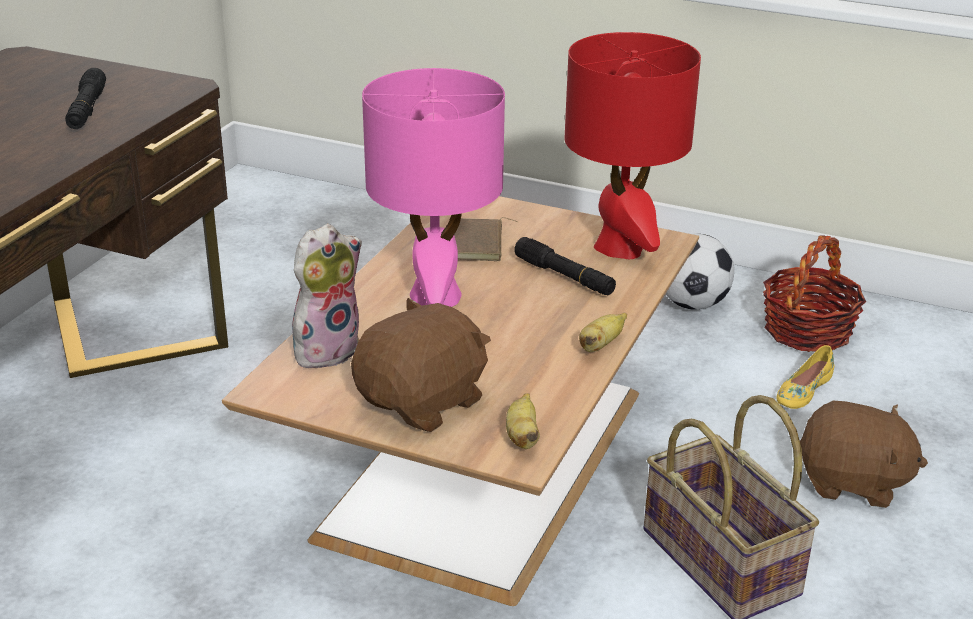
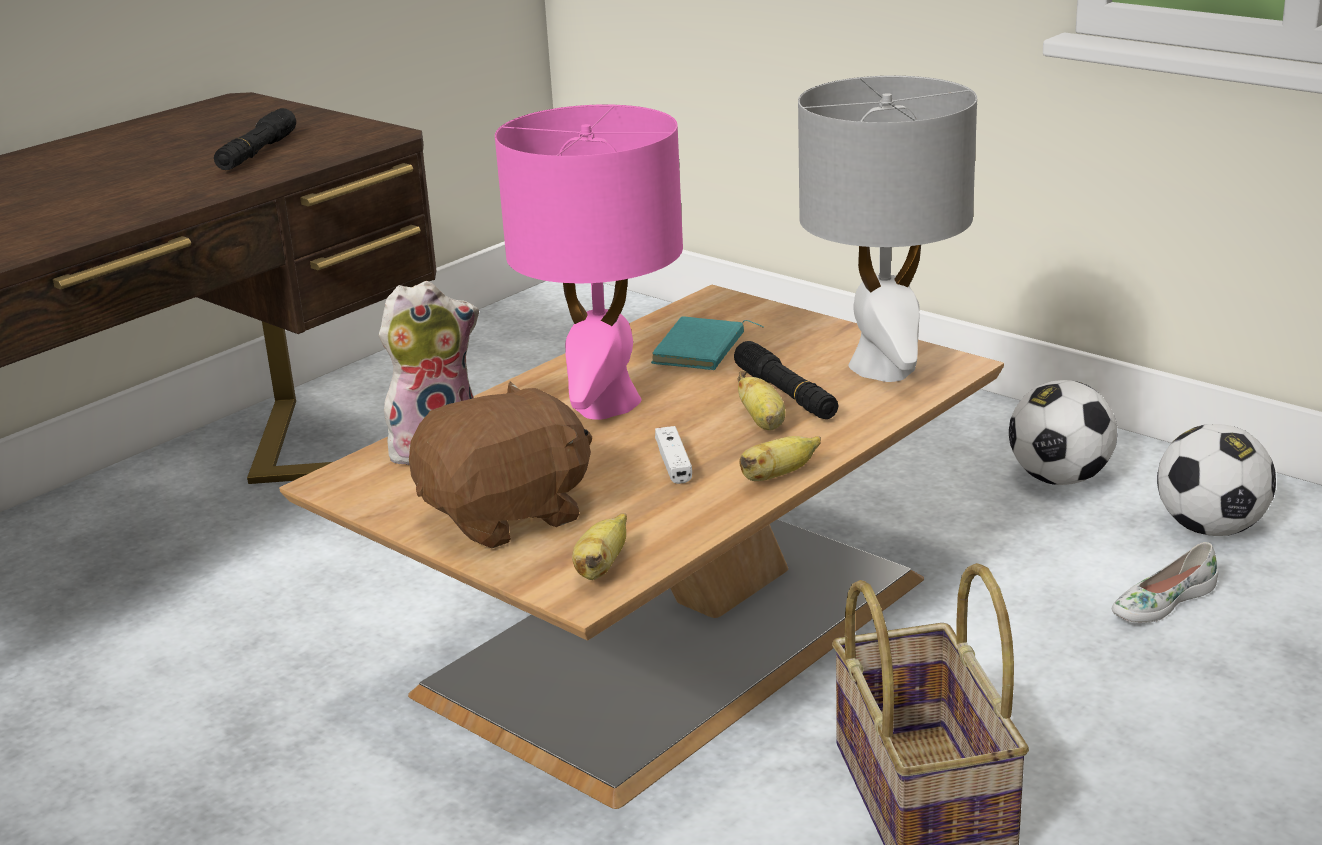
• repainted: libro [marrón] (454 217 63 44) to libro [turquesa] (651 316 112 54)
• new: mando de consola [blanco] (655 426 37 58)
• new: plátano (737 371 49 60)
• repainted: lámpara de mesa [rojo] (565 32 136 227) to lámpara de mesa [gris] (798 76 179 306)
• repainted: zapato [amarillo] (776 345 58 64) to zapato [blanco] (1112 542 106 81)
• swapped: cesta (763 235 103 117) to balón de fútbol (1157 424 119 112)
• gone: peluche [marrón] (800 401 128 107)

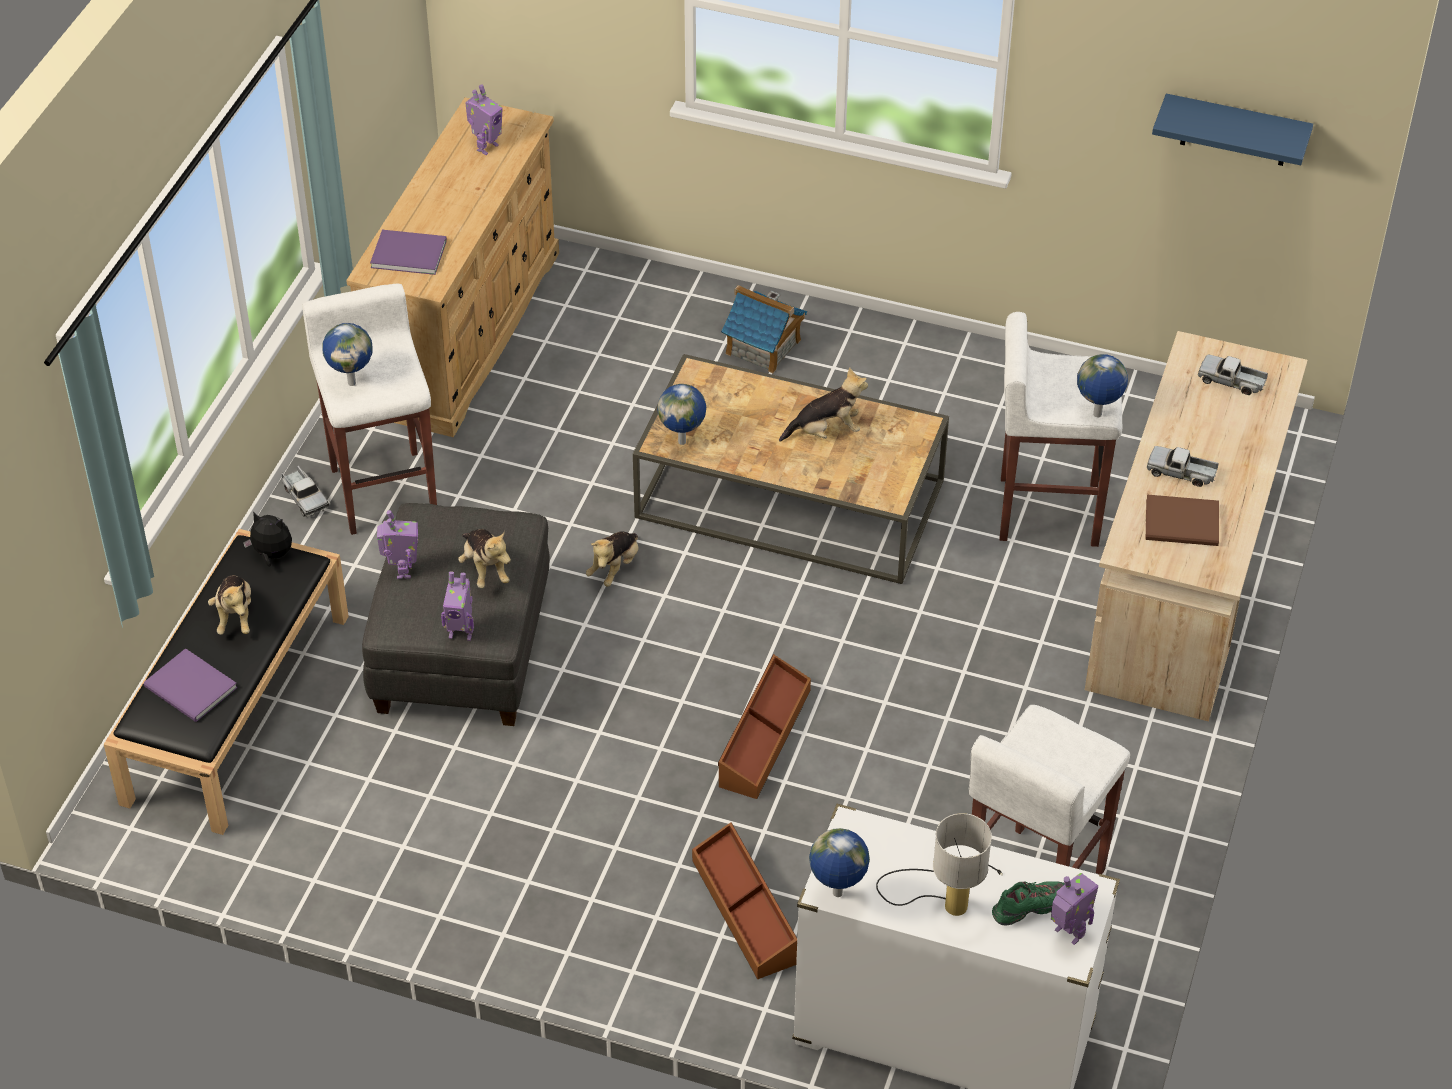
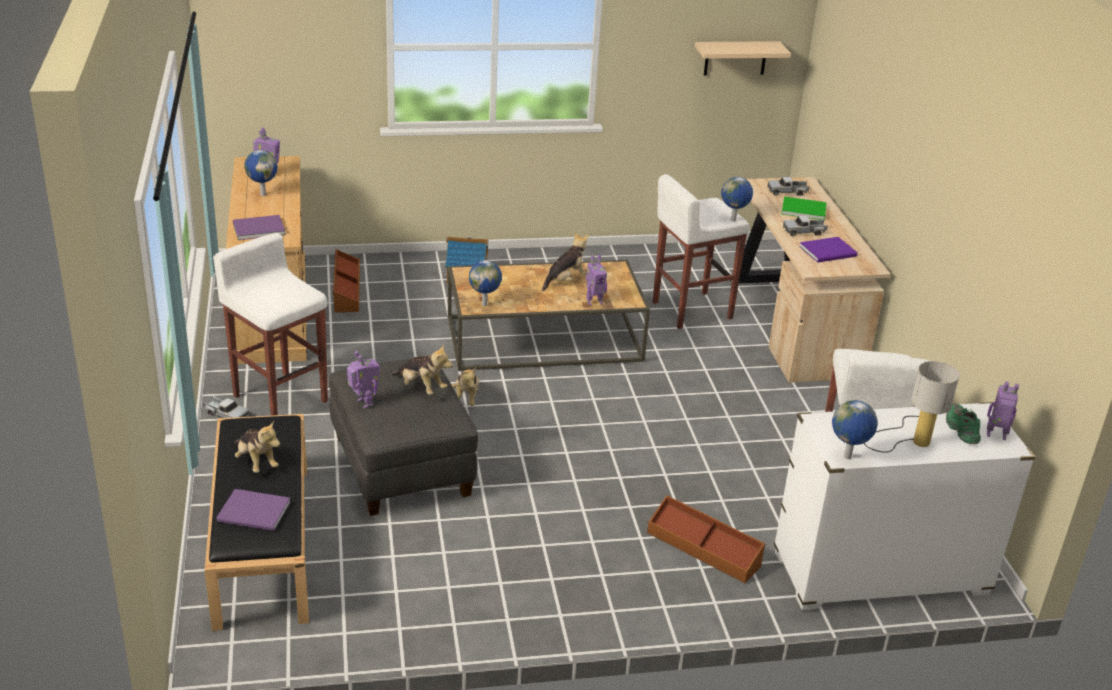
• shifted: globo terráqueo (322 323 51 63) to (244 150 34 46)
• shifted: caja de almacenaje [marrón] (718 654 93 145) to (333 249 27 63)
• shifted: robot de juguete (441 571 33 70) to (586 254 21 51)
• repainted: estante [azul] (1152 94 161 72) to estante [beis] (695 41 96 35)
• new: libro [verde] (781 197 46 23)
• repainted: libro [marrón] (1146 495 73 51) to libro [morado] (799 237 59 26)
• rotated: zapato [verde] (992 881 73 44) = (946 404 35 40) 45 degrees counterclockwise
• gone: peluche (243 511 49 56)

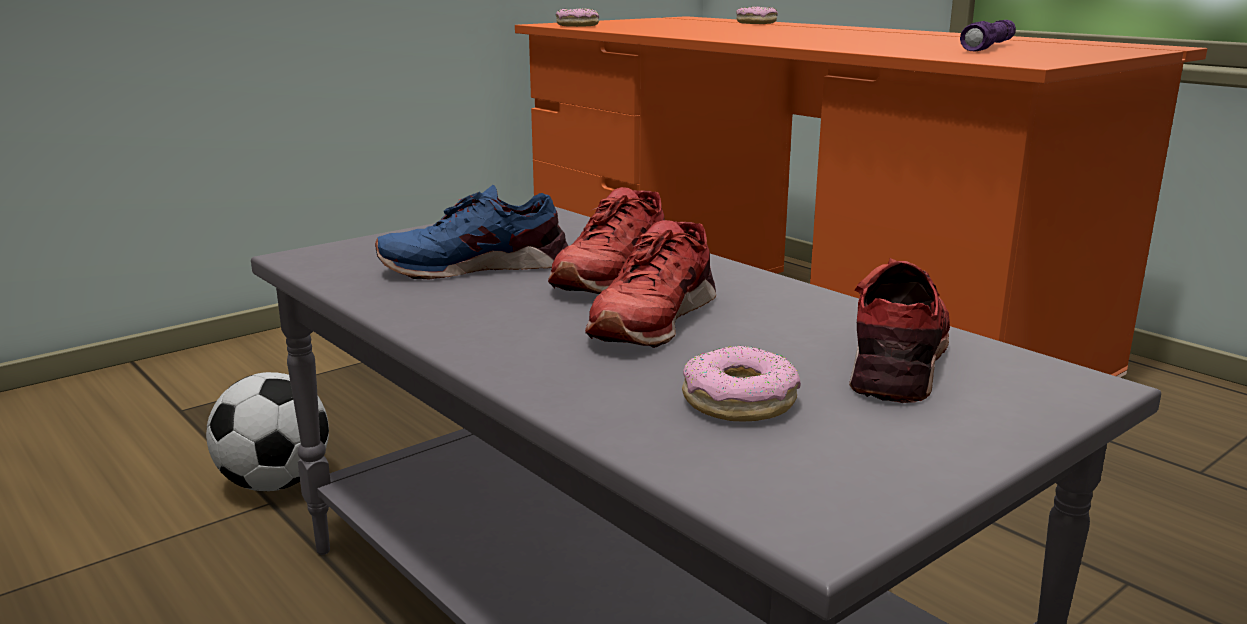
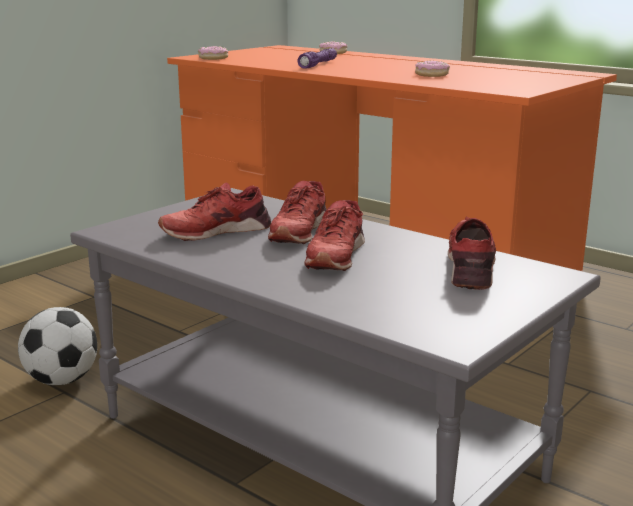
• repainted: zapato [azul] (375 185 193 94) to zapato [rojo] (158 183 113 58)
• shifted: linterna [morado] (960 20 56 32) to (297 48 40 21)
• shifted: rosquilla (682 346 119 75) to (415 61 35 16)

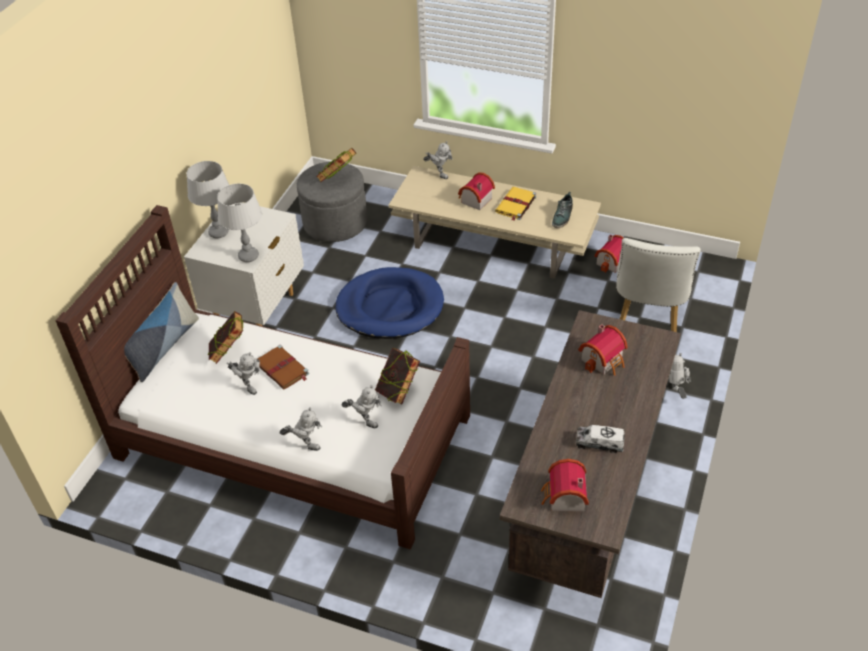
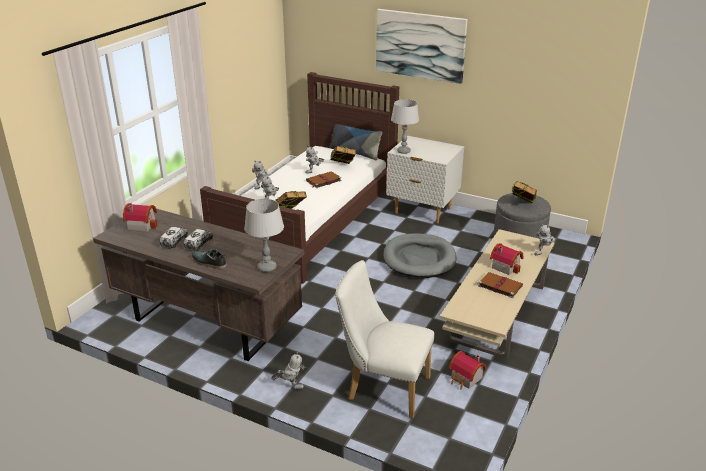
• new: camión de juguete (184 229 29 22)
• shifted: zapato (552 192 21 36) to (192 249 35 20)
• shifted: lámpara de mesa [gris] (187 161 42 77) to (244 199 40 73)
• new: cuadro (376 9 92 75)
• repainted: cama para perro [azul] (335 267 109 72) to cama para perro [gris] (383 233 73 45)
• repainted: libro [amarillo] (495 187 41 34) to libro [marrón] (478 272 45 26)
• gone: casita (578 324 50 52)

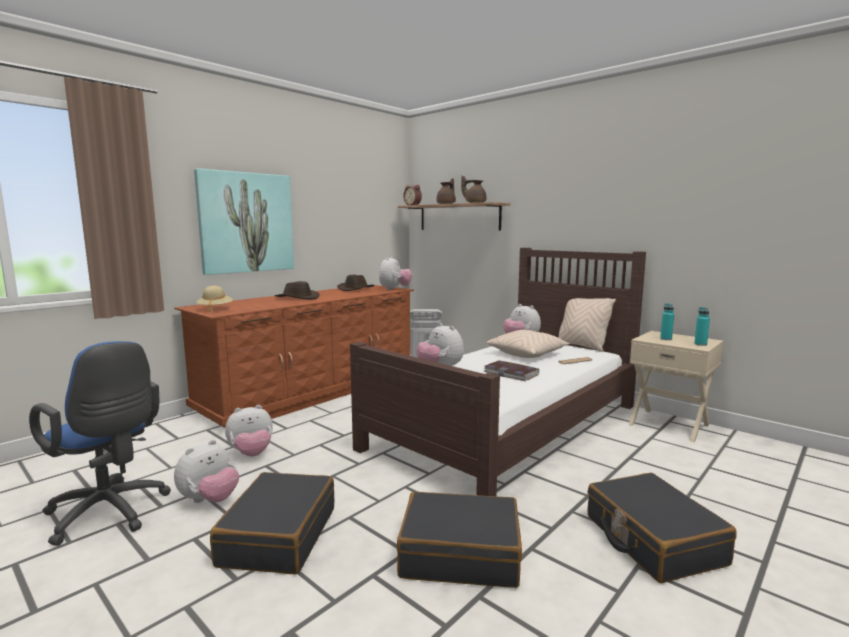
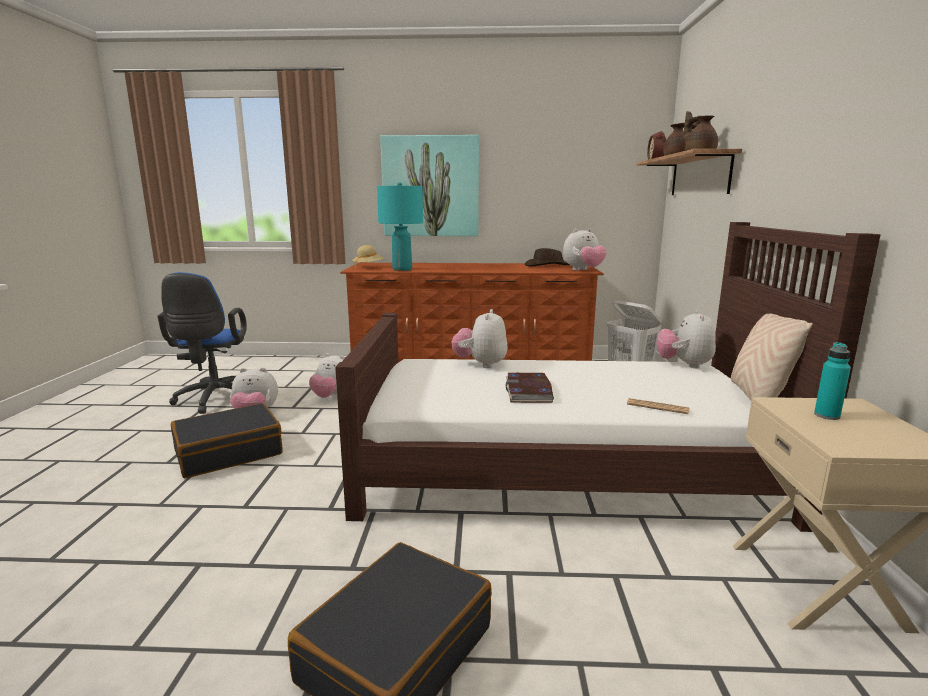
• new: lámpara de mesa [turquesa] (377 182 46 89)
• gone: sombrero [marrón] (274 281 45 18)
• gone: maleta [negro] (397 492 125 96)
• gone: cojín [beis] (486 330 84 28)
• gone: botella [turquesa] (694 307 16 39)

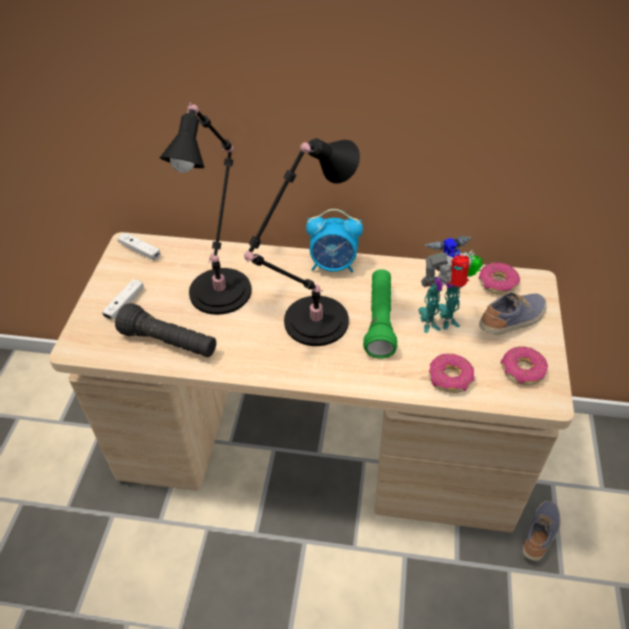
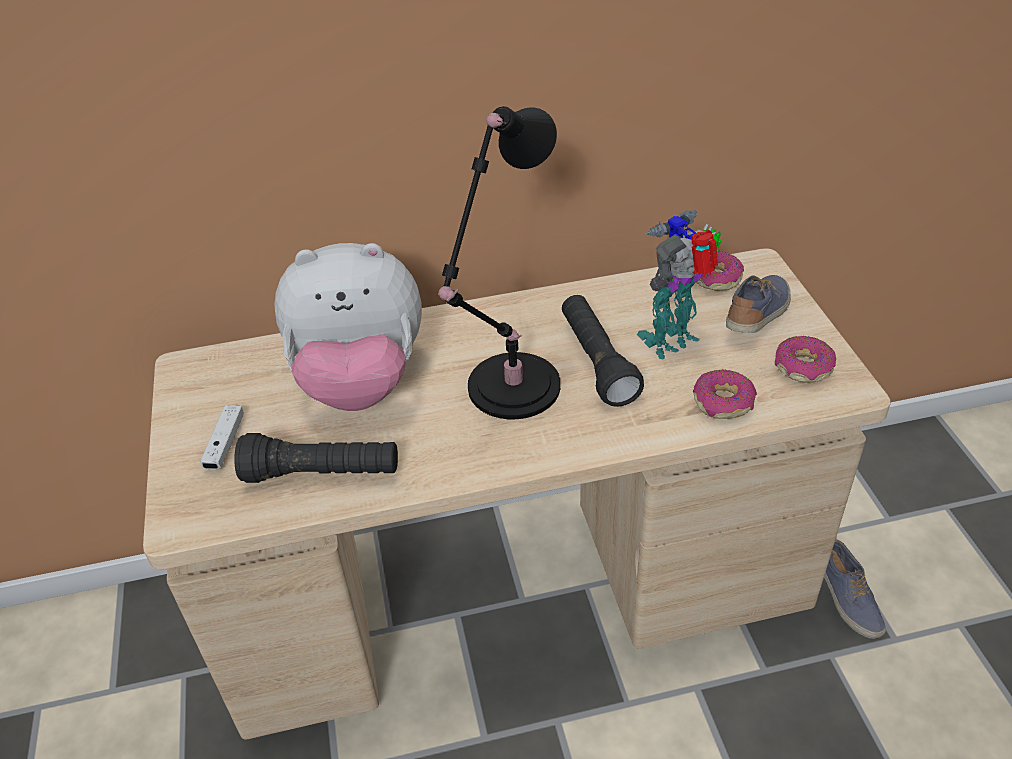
• swapped: lámpara de mesa [negro] (160 102 91 213) to peluche (274 243 148 168)
• repainted: linterna [verde] (363 269 34 90) to linterna [negro] (562 295 82 112)
• rotated: zapato (523 501 38 60) = (824 540 62 99) 150 degrees clockwise
• gone: mando de consola [blanco] (117 233 43 28)
• gone: despertador (306 209 57 63)

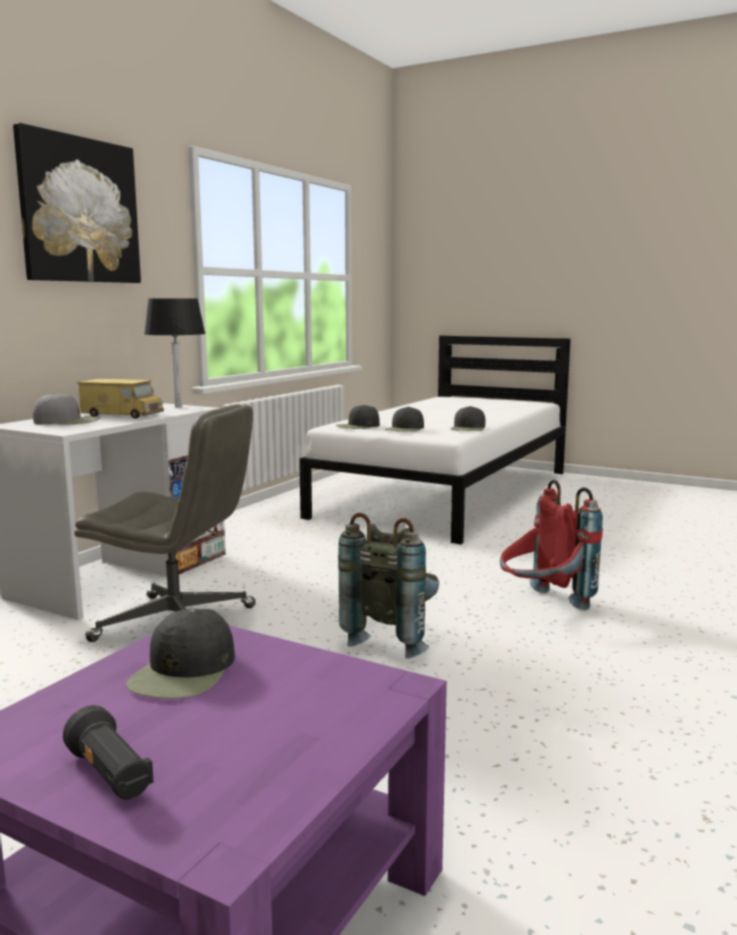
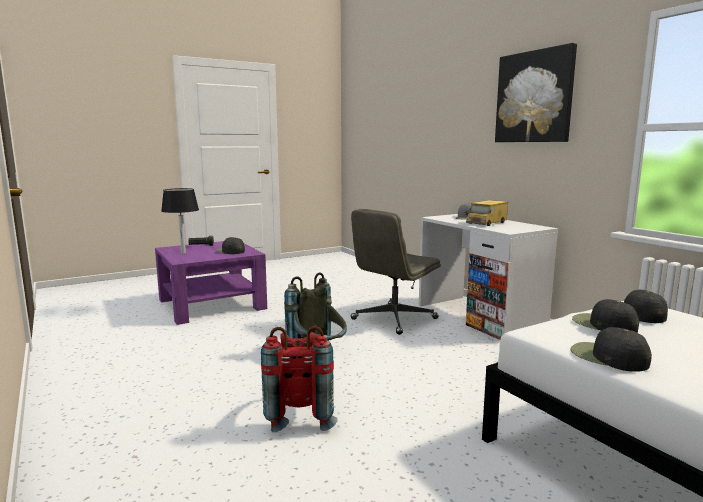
• shifted: lámpara de mesa [negro] (144 298 61 110) to (161 188 38 66)

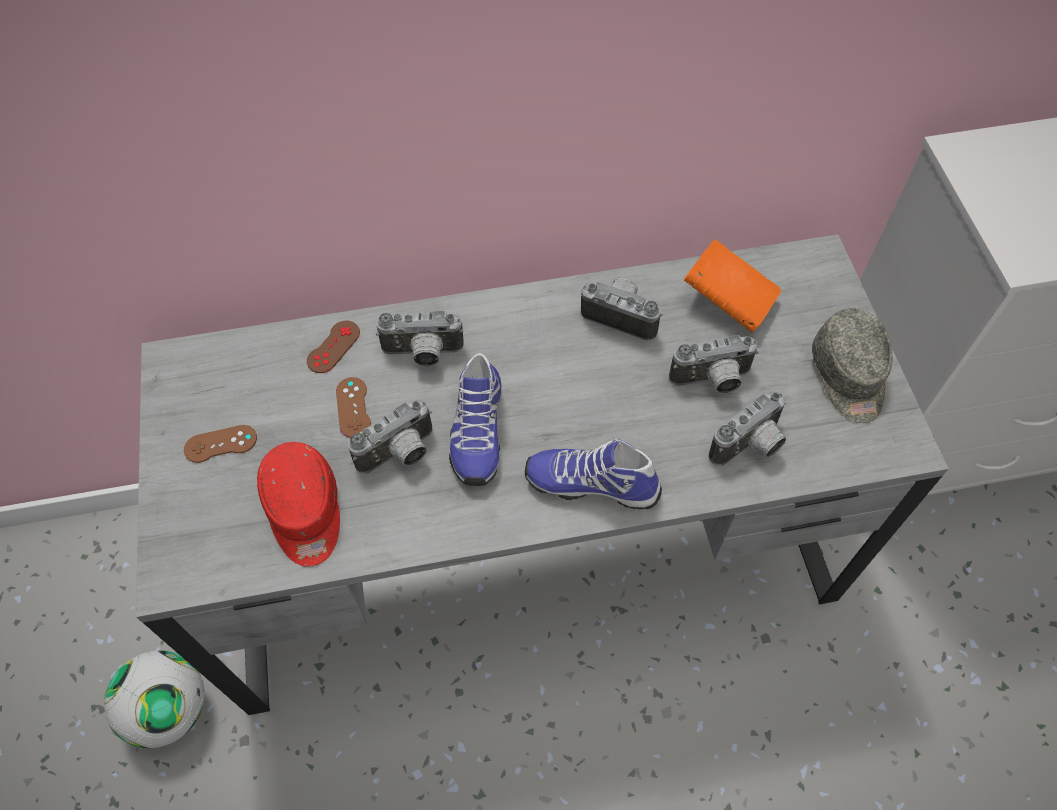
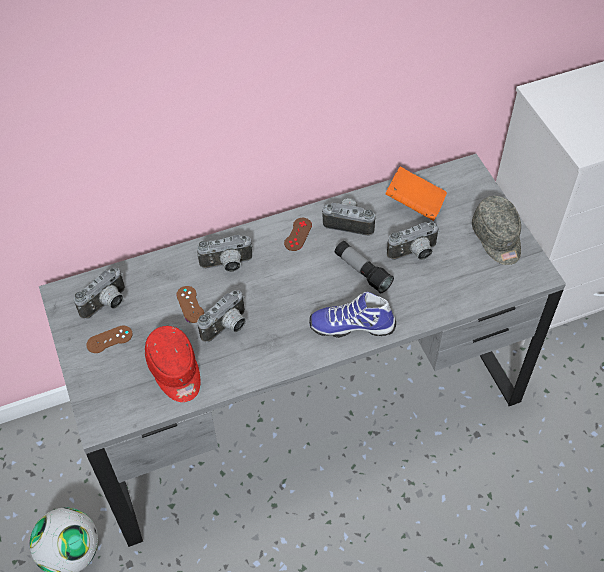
• shifted: cámara (709 391 77 75) to (74 268 51 51)
• shifted: mando de consola [marrón] (307 321 53 52) to (284 218 28 33)
• new: linterna (335 241 59 53)
• gone: zapato (449 353 53 133)

